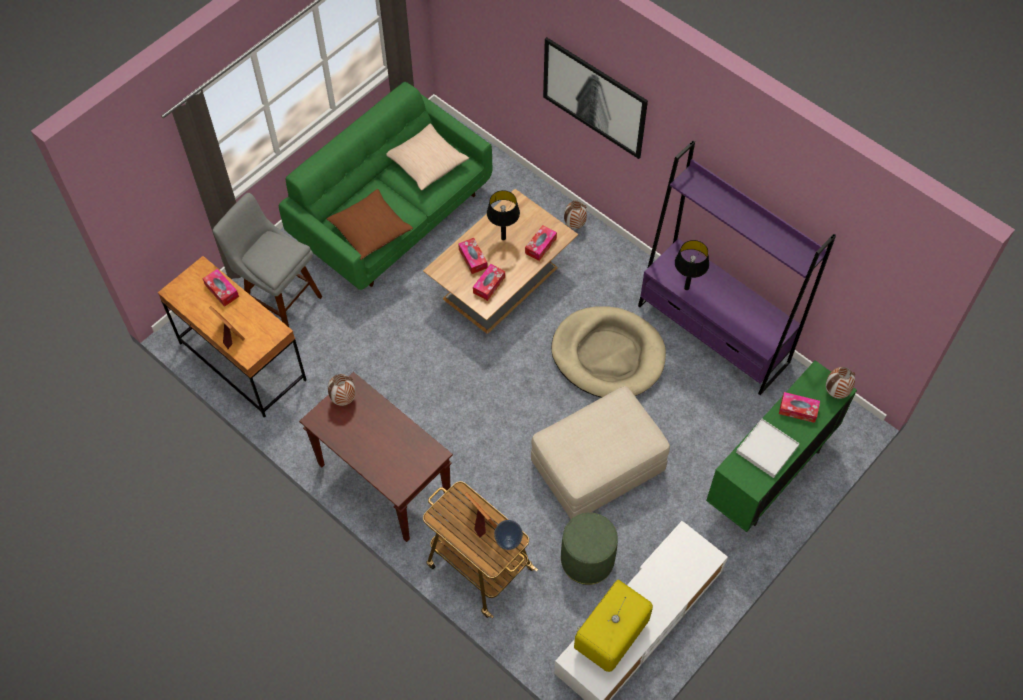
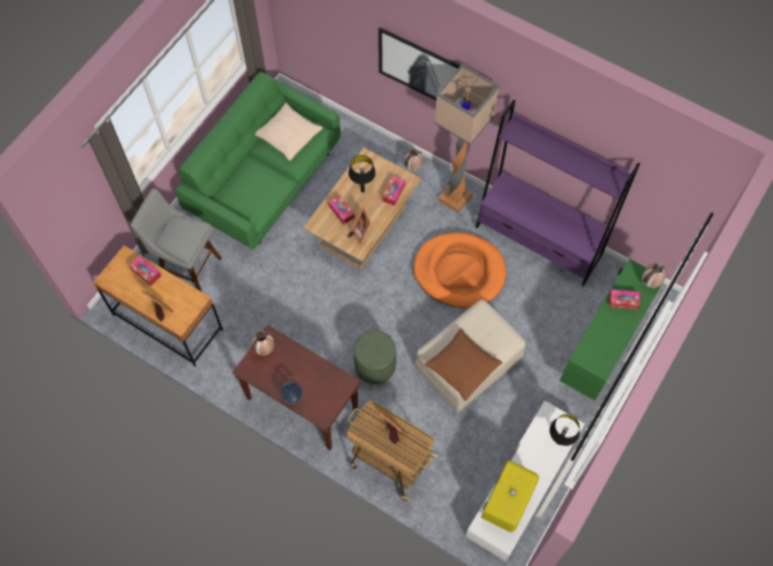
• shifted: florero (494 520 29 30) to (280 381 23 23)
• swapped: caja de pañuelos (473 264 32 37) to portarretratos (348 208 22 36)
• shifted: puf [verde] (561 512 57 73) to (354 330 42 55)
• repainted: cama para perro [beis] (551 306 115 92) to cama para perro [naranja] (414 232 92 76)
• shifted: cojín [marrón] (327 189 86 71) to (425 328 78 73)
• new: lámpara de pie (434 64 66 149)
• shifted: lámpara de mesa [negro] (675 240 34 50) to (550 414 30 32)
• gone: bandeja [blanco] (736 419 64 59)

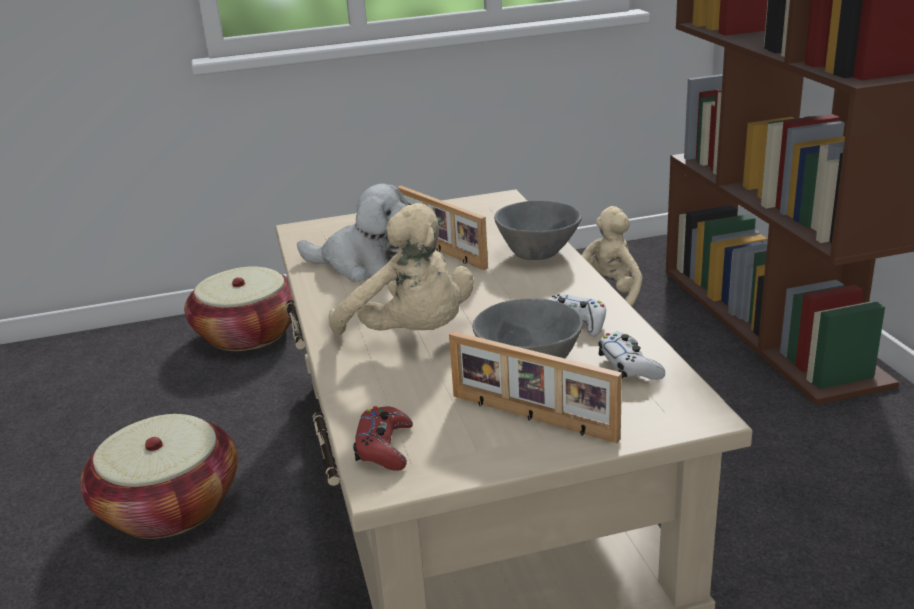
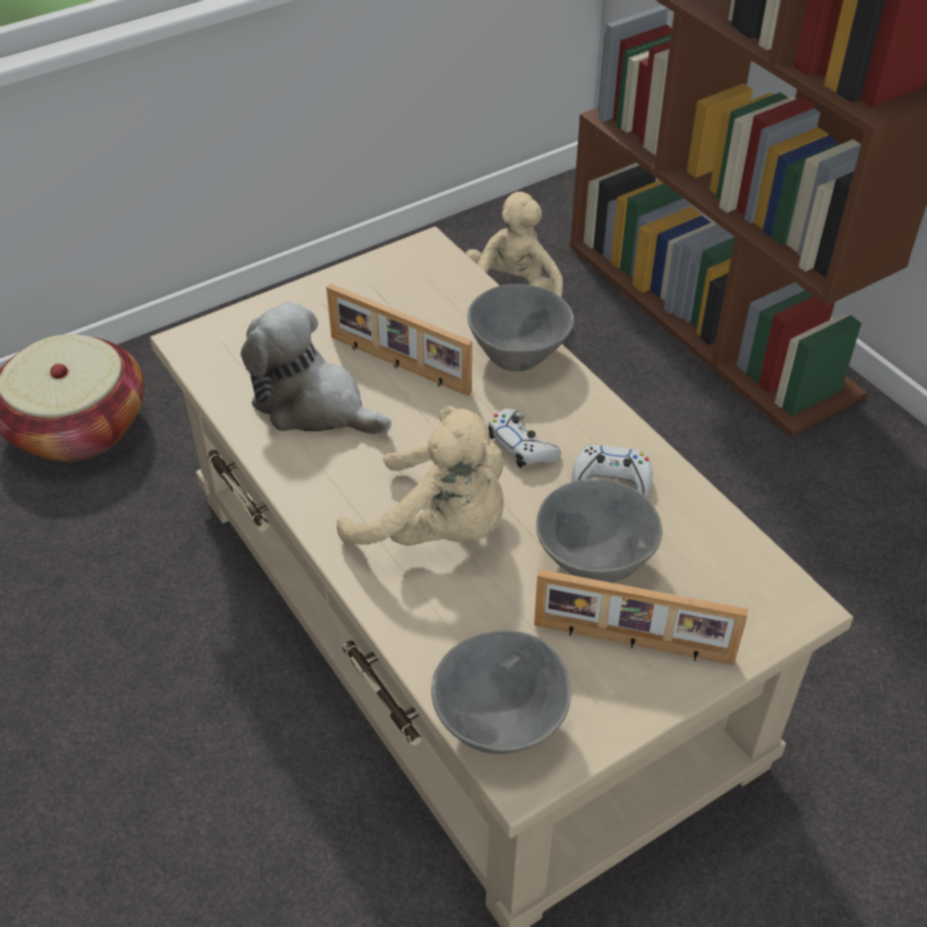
• rotated: peluche (297 183 112 98) = (241 302 150 133) 150 degrees counterclockwise
• swapped: mando de consola [rojo] (353 406 60 65) to cuenco [gris] (431 630 140 124)
• shifted: mando de consola [blanco] (598 332 67 48) to (488 408 73 60)
• gone: cesta (80 414 158 125)

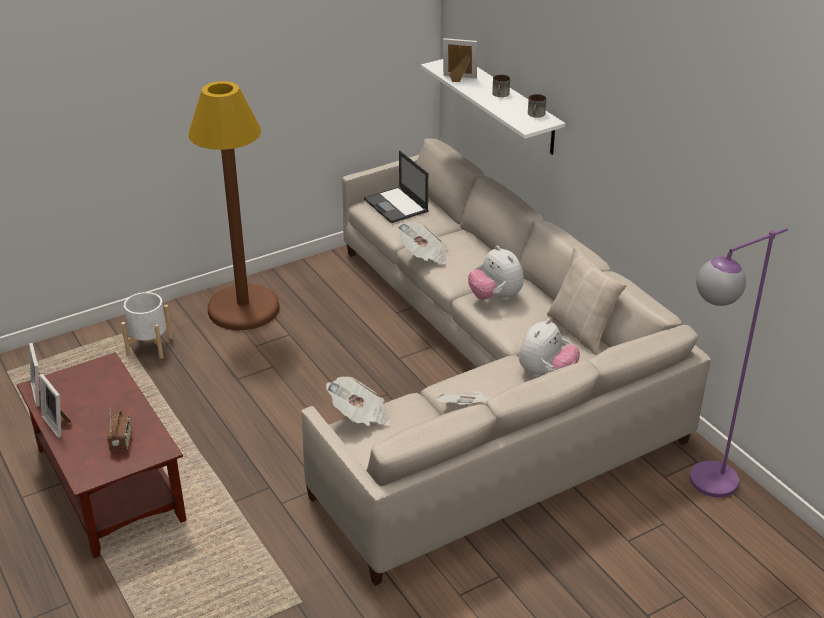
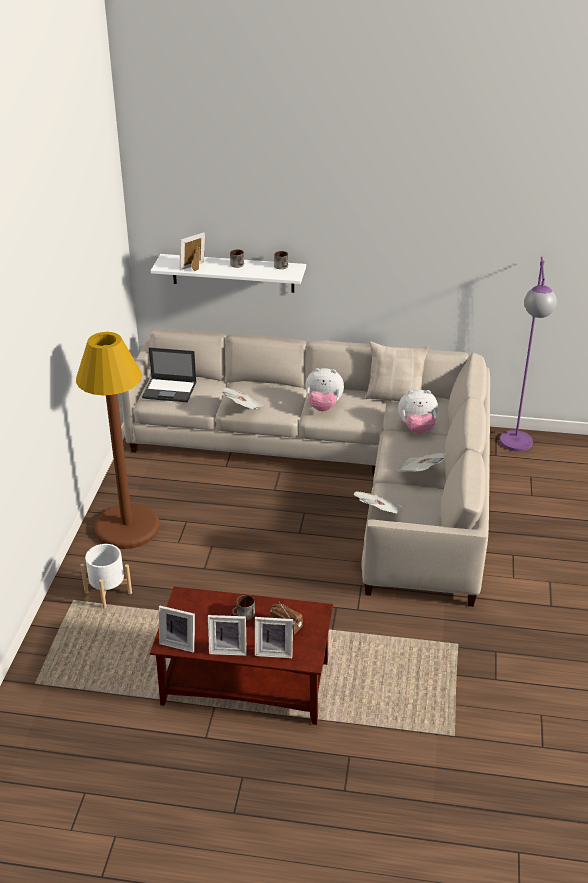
• new: taza grande (232 595 23 25)
• new: portarretratos (255 617 38 41)
• rotated: peluche (519 318 61 59) = (398 390 40 44) 105 degrees clockwise

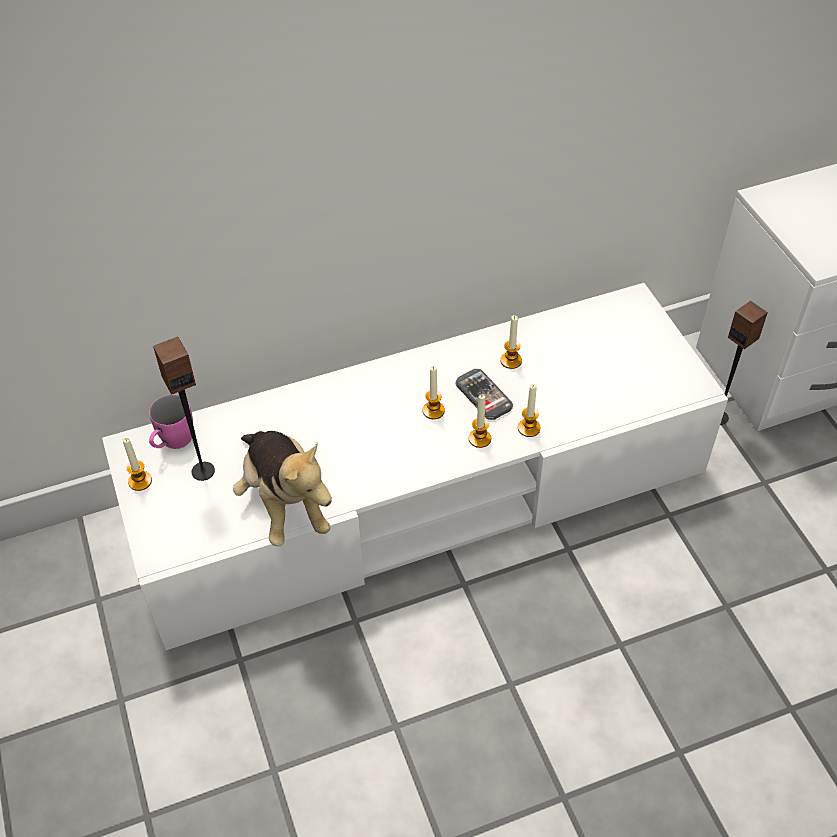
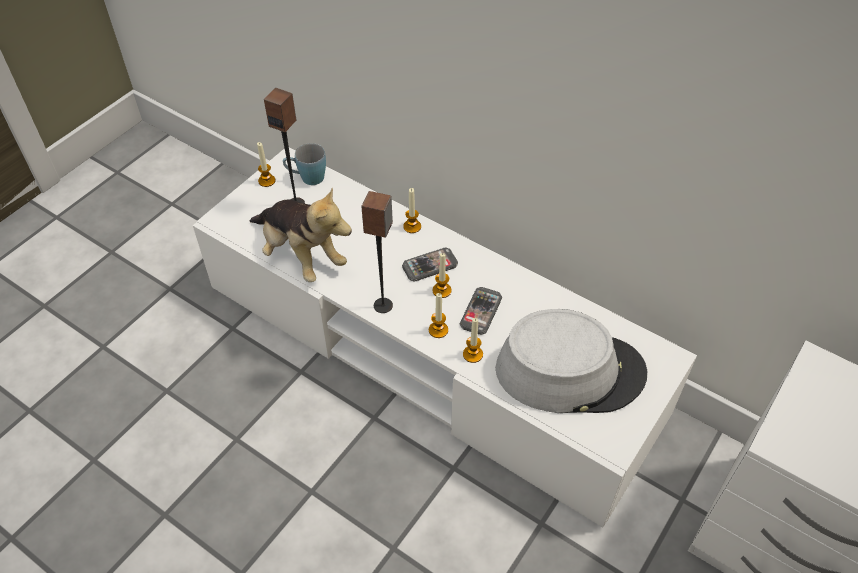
• rotated: peluche (233 431 99 115) = (250 187 102 95) 75 degrees counterclockwise
• repainted: taza grande [rosa] (149 394 44 55) to taza grande [azul] (283 143 43 42)
• shifted: altavoz (720 301 48 124) to (361 191 32 122)
• new: móvil (402 247 56 35)
• shifted: vela (500 315 22 54) to (403 188 18 45)
• new: sombrero [gris] (495 309 152 104)

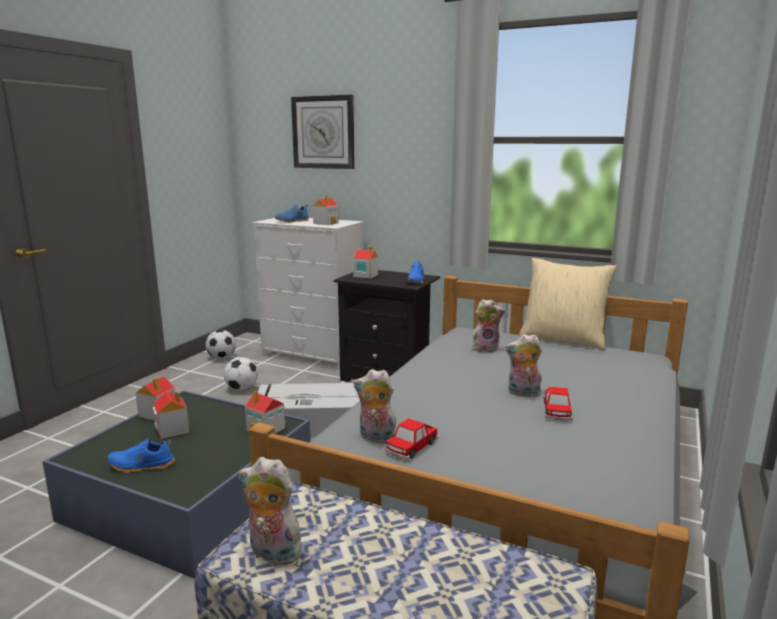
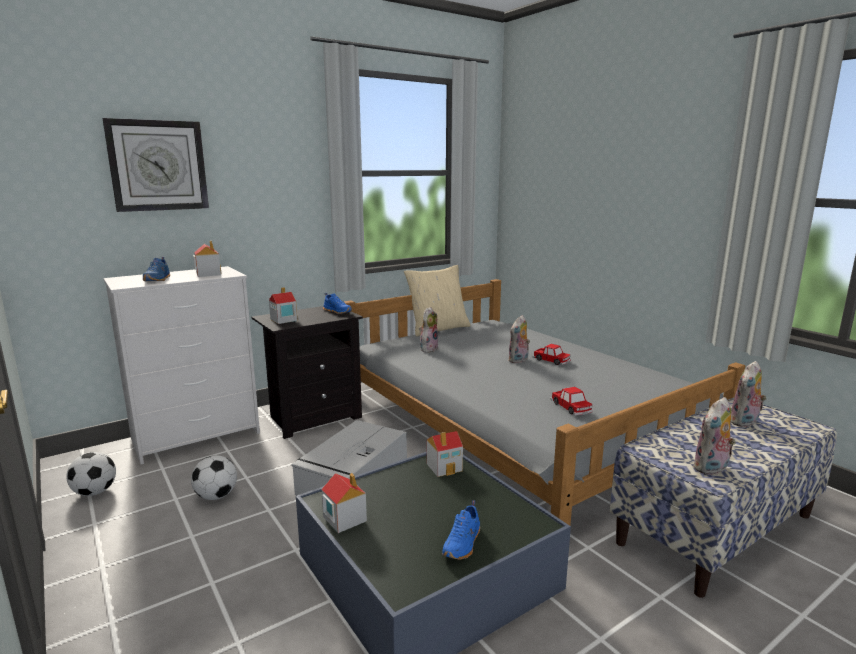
• shifted: peluche (353 369 43 74) to (731 361 36 66)
• gone: casita (153 390 36 49)

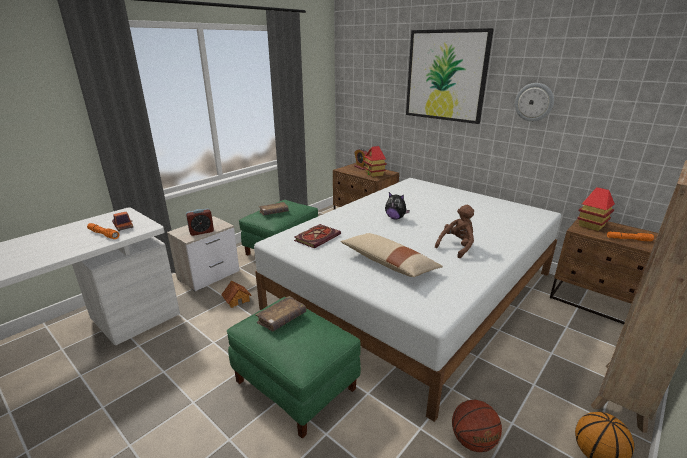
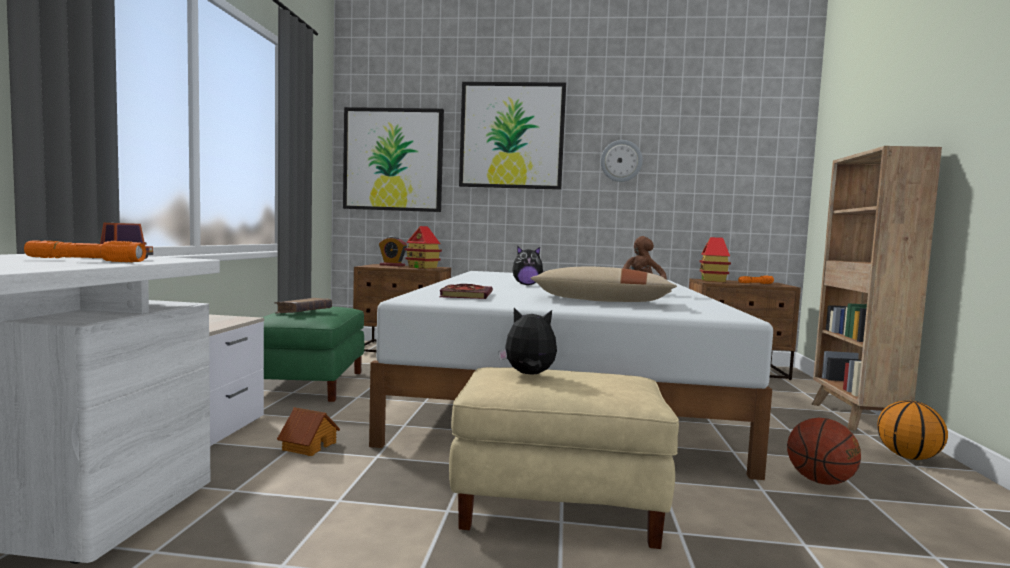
• new: cuadro (343 107 101 105)
• repainted: puf [verde] (227 297 134 142) to puf [beis] (449 367 230 182)
• swapped: libro [marrón] (255 296 51 35) to peluche (498 308 59 66)
• gone: despertador (186 208 28 28)

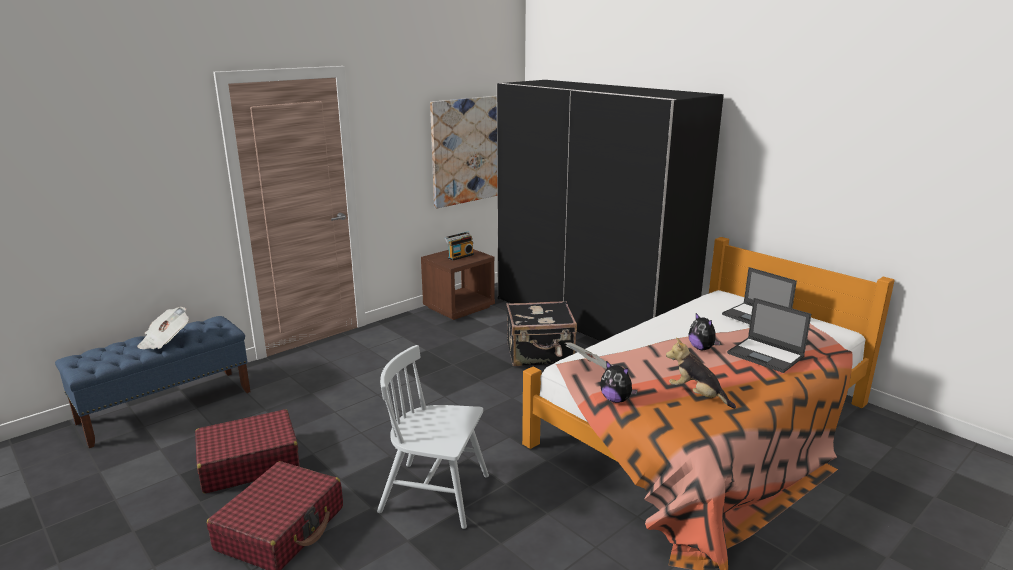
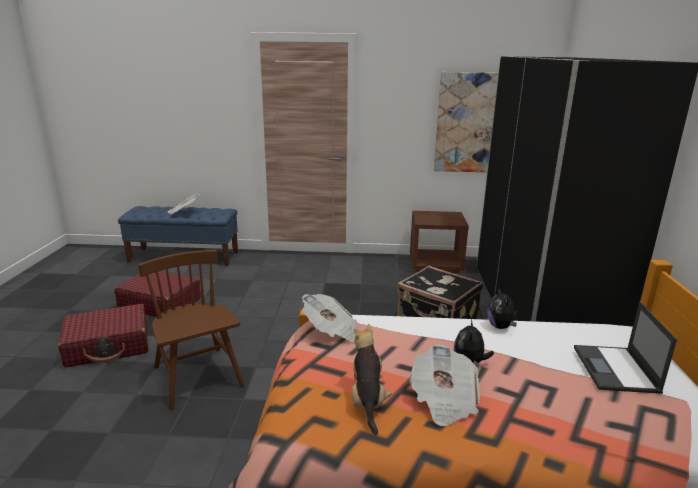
• repainted: silla [blanco] (377 345 112 184) to silla [marrón] (138 250 107 160)
• new: periódico (409 344 71 82)
• shifted: peluche (600 361 38 42) to (487 287 31 42)
• gone: radio (445 232 29 29)
• gone: portátil (727 298 84 75)

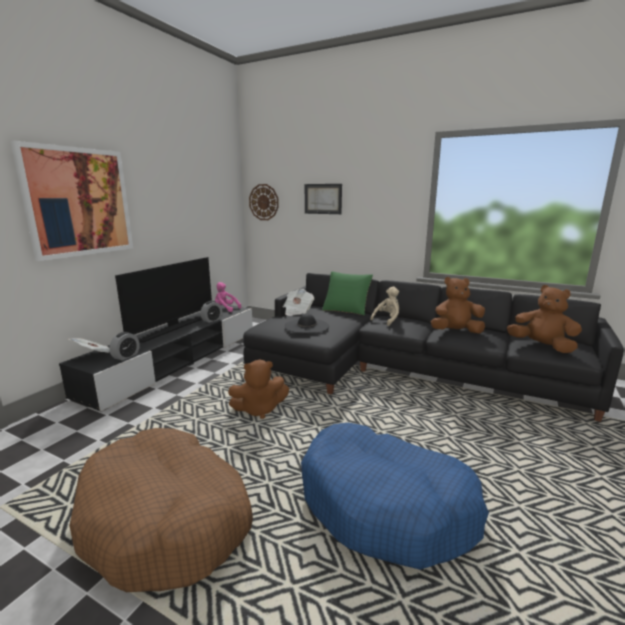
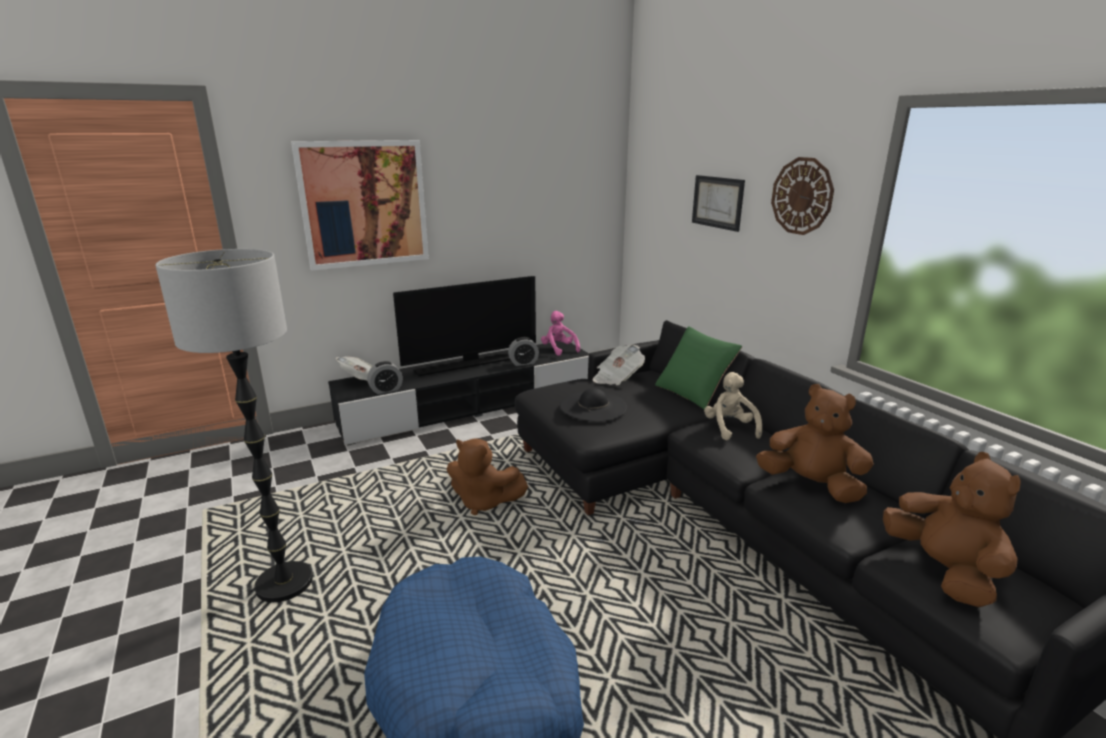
• swapped: cama para perro [marrón] (69 428 184 164) to lámpara de pie (155 249 158 353)
• rotated: peluche [beis] (370 287 29 39) = (704 372 58 68) 90 degrees counterclockwise
• shifted: reloj de pared (249 184 30 36) to (771 157 63 78)

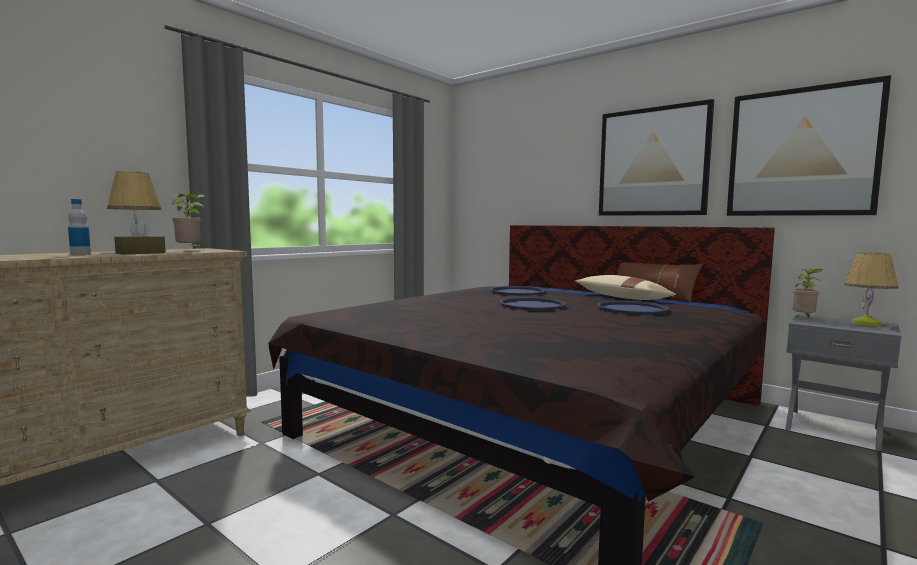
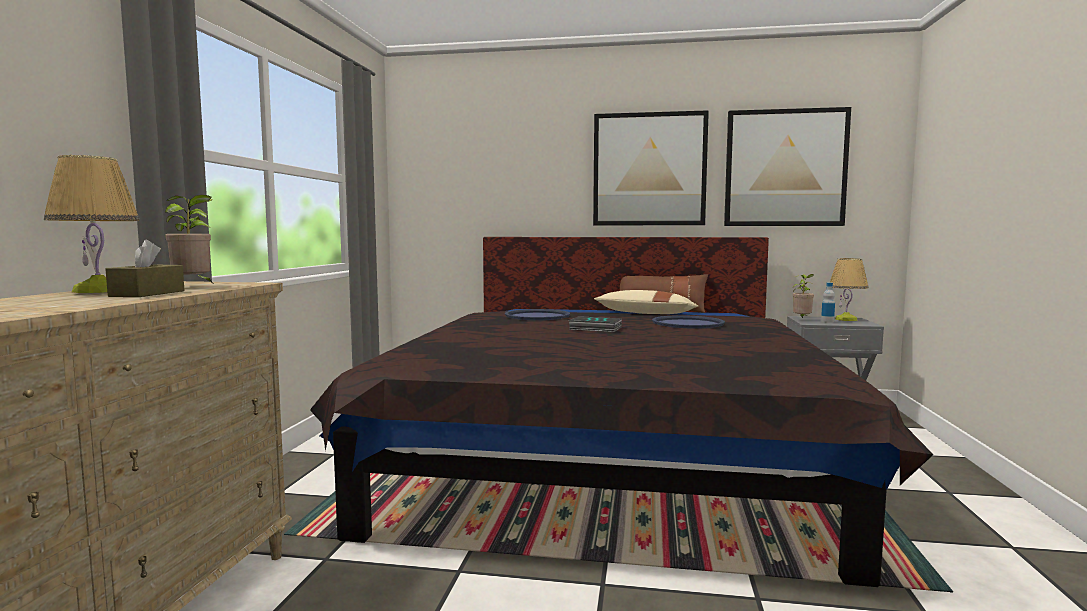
• swapped: bandeja [azul] (499 297 67 13) to libro (568 316 54 16)
• shifted: botella (68 199 23 56) to (821 283 14 40)

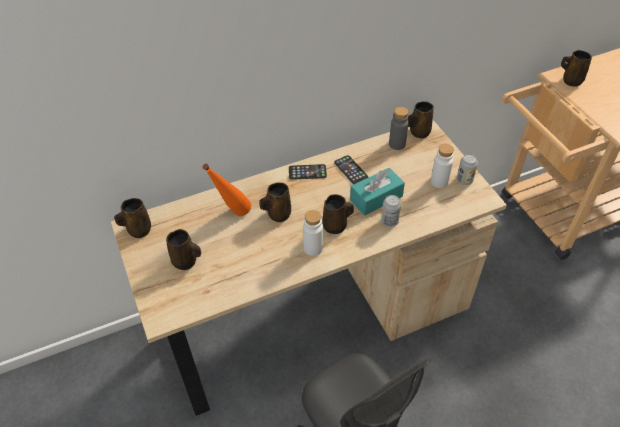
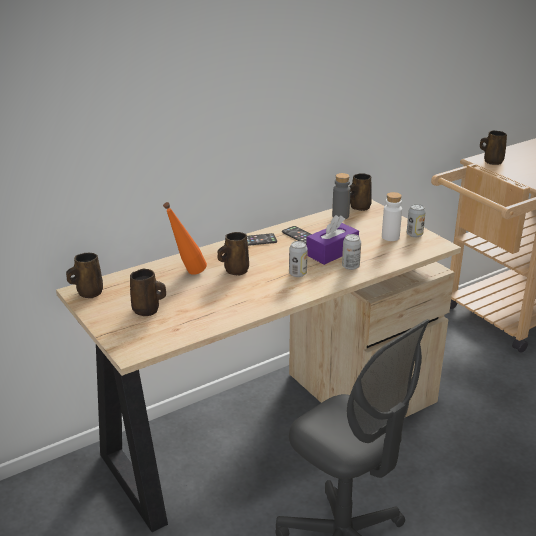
• swapped: taza grande [marrón] (322 194 32 40) to lata (289 241 19 36)
• repainted: caja de pañuelos [turquesa] (350 168 55 48) to caja de pañuelos [morado] (306 215 53 50)
• gone: botella [blanco] (303 210 20 46)

